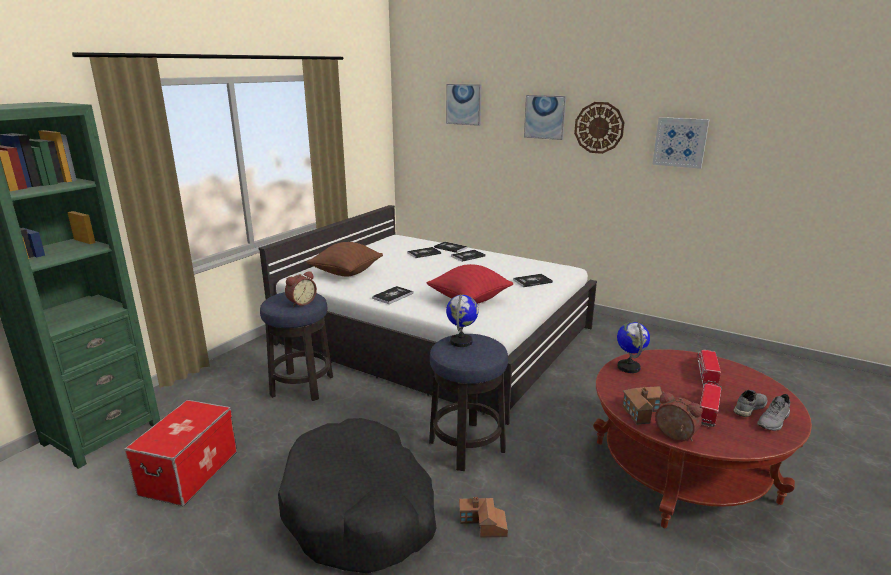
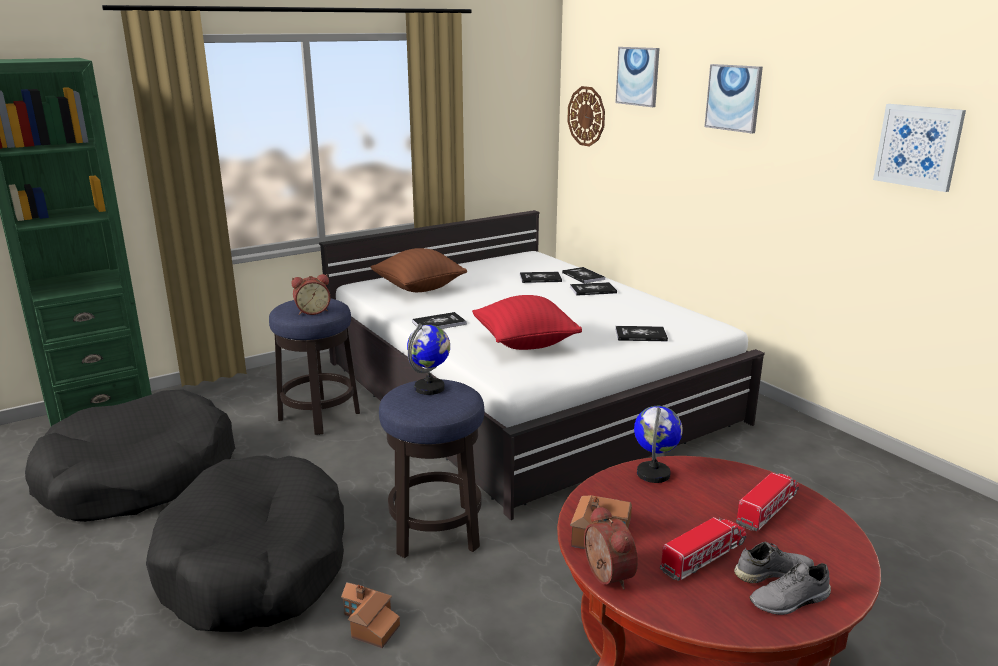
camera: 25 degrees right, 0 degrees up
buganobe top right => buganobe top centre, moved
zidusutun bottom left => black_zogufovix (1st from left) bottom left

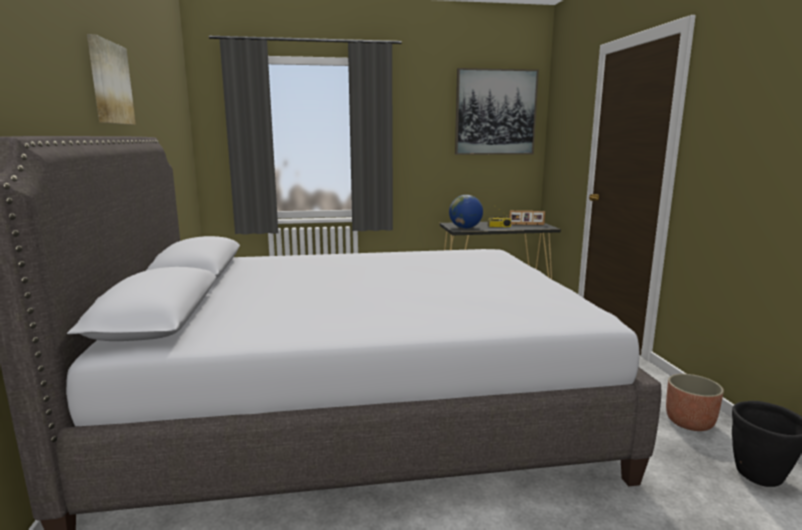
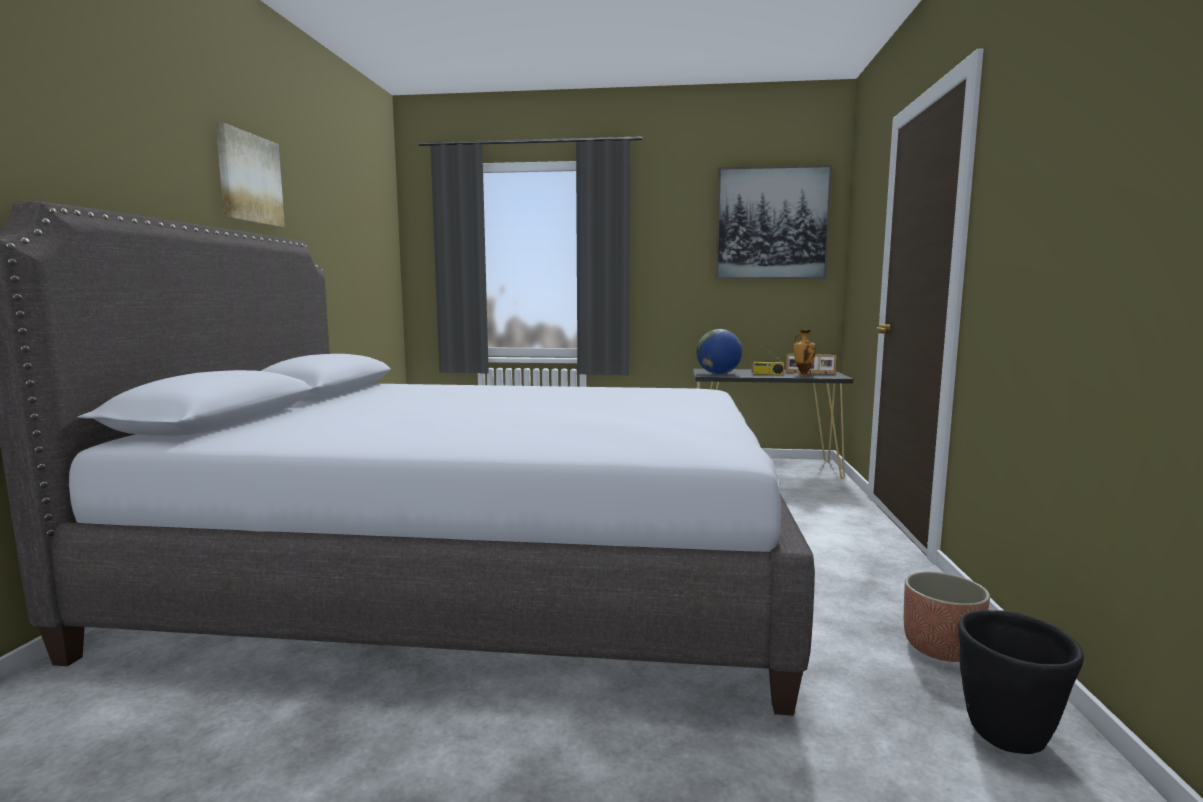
camera: 15 degrees right, 5 degrees down
nothing => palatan middle right

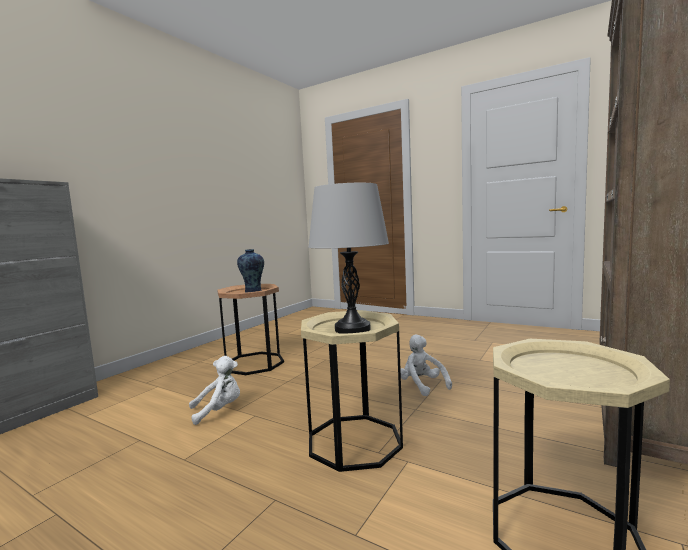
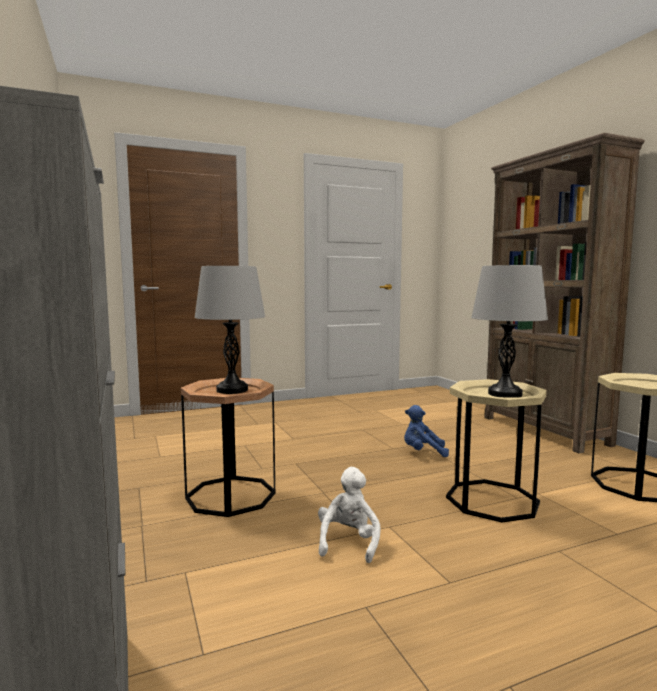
camera: 55 degrees left, 0 degrees up
palatan centre => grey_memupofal (1st from left) centre
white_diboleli (2nd from left) centre => blue_diboleli centre

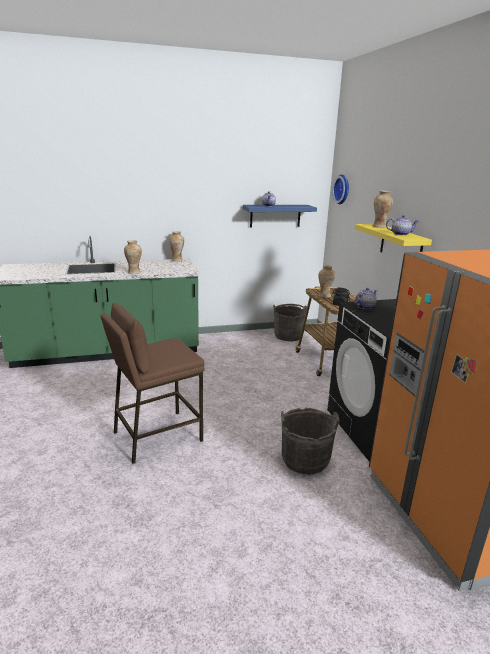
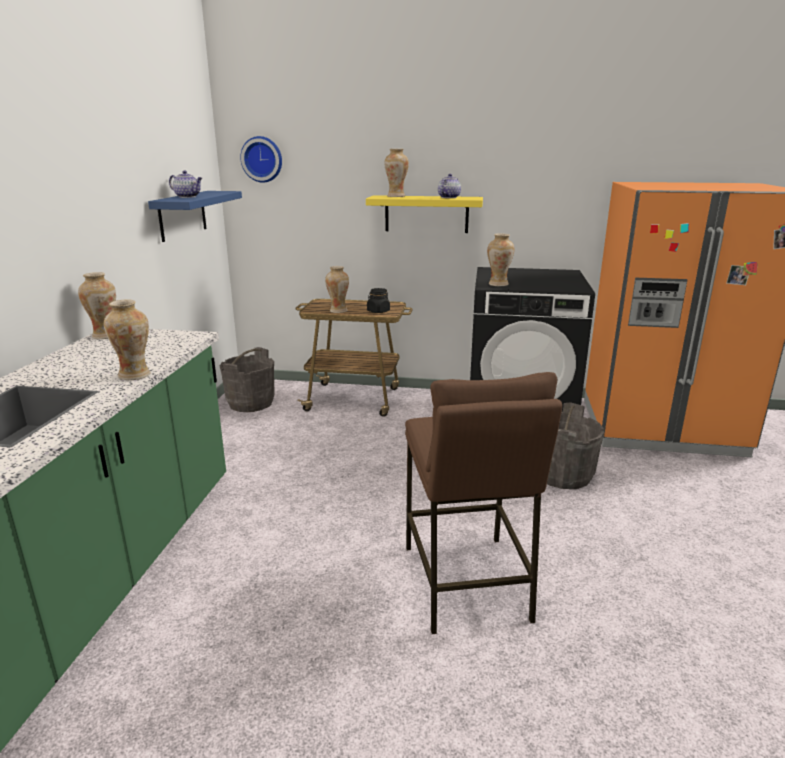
camera: 65 degrees left, 0 degrees up
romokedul (2nd from left) middle right => palatan (5th from left) centre

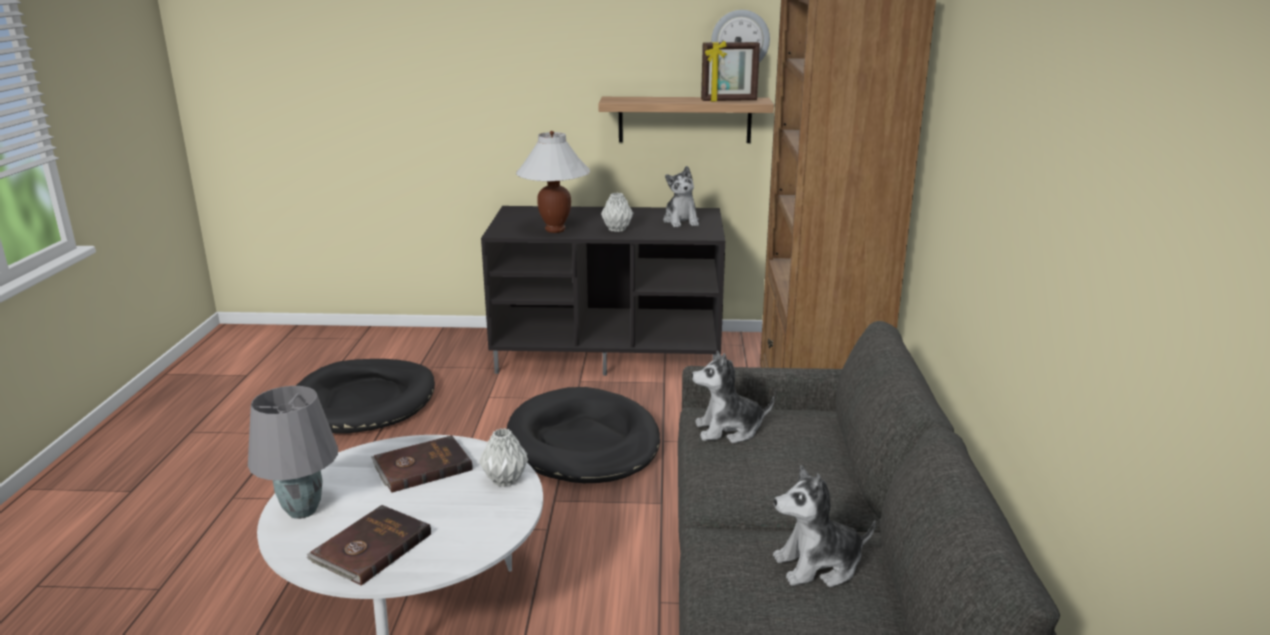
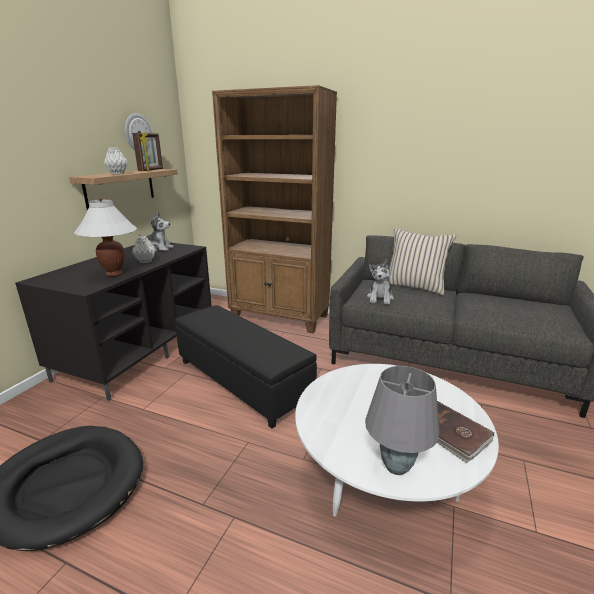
camera: 70 degrees left, 0 degrees up
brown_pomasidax (2nd from left) bottom left => nothing
diboleli (3rd from left) bottom centre => nothing
nothing => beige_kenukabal middle right
grey_palatan (1st from left) bottom centre => grey_palatan (1st from left) top left, moved
black_zogufovix (2nd from left) bottom centre => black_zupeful centre

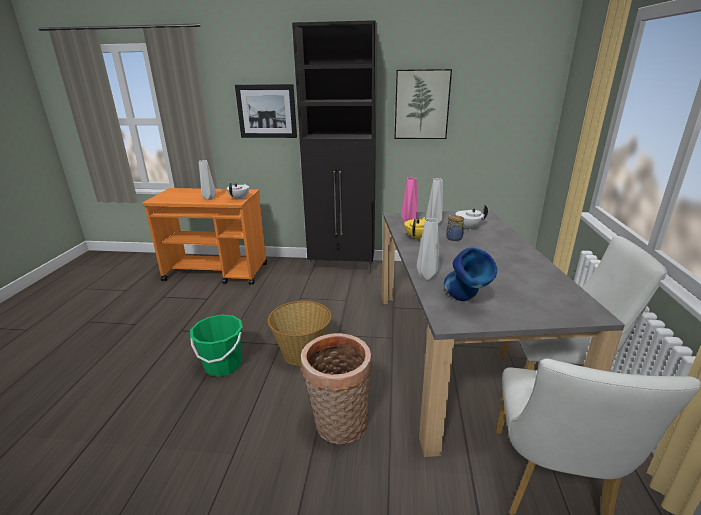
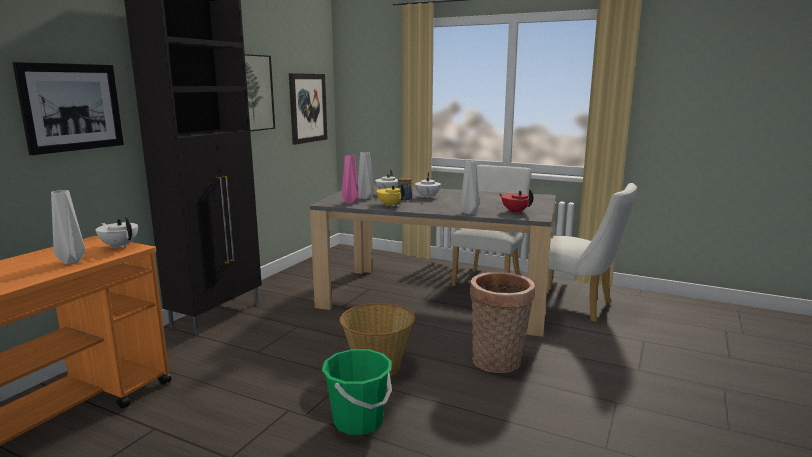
camera: 70 degrees left, 10 degrees down
nothing => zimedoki (3rd from left) top centre
nothing => white_romokedul (3rd from left) centre
blue_palatan middle right => red_romokedul centre

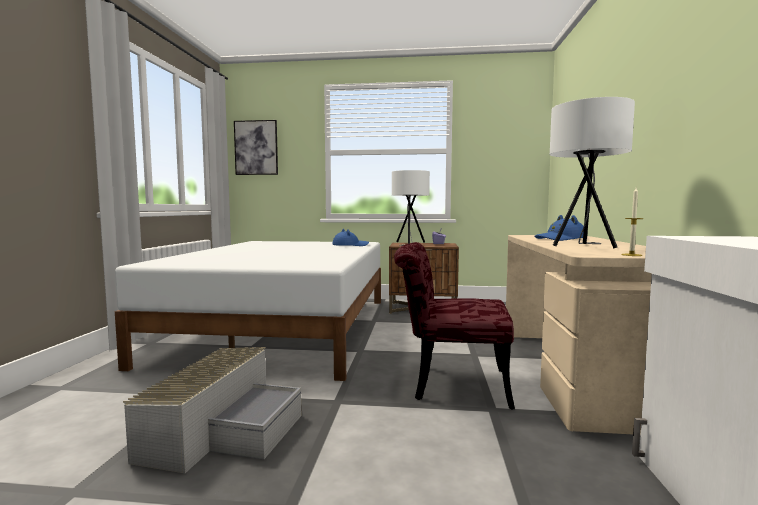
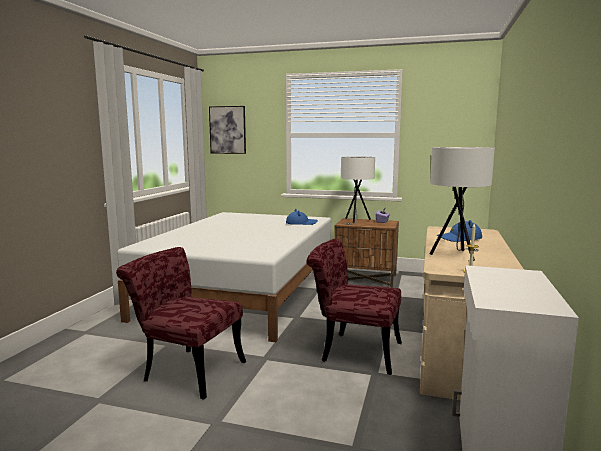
camera: 10 degrees right, 5 degrees up
grey_zidusutun bottom left => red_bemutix (1st from left) bottom left

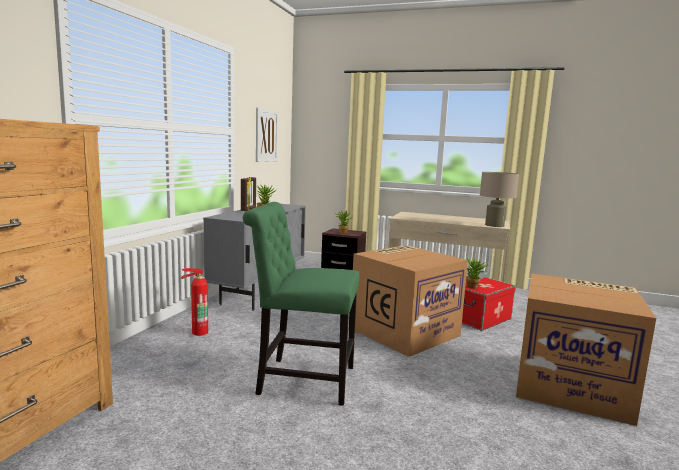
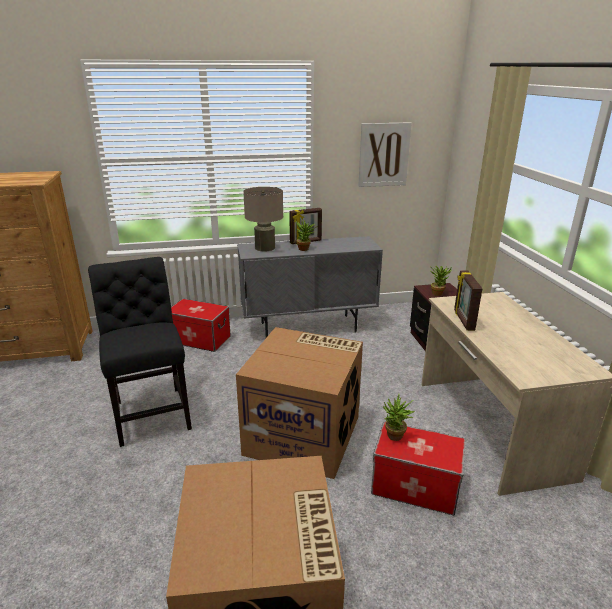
camera: 60 degrees right, 15 degrees up
nothing => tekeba (2nd from left) middle right
beige_memupofal middle right => beige_memupofal centre, moved
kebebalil middle left => zidusutun (1st from left) middle left
green_bemutix centre => black_bemutix middle left

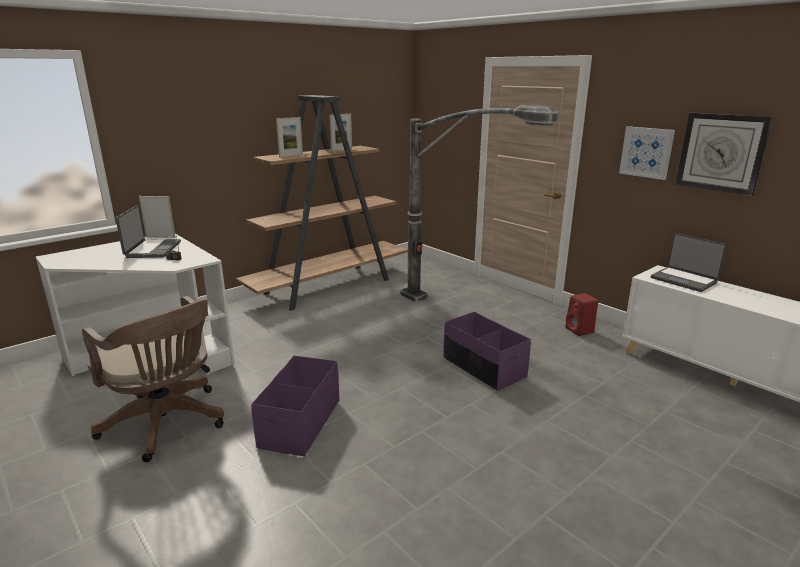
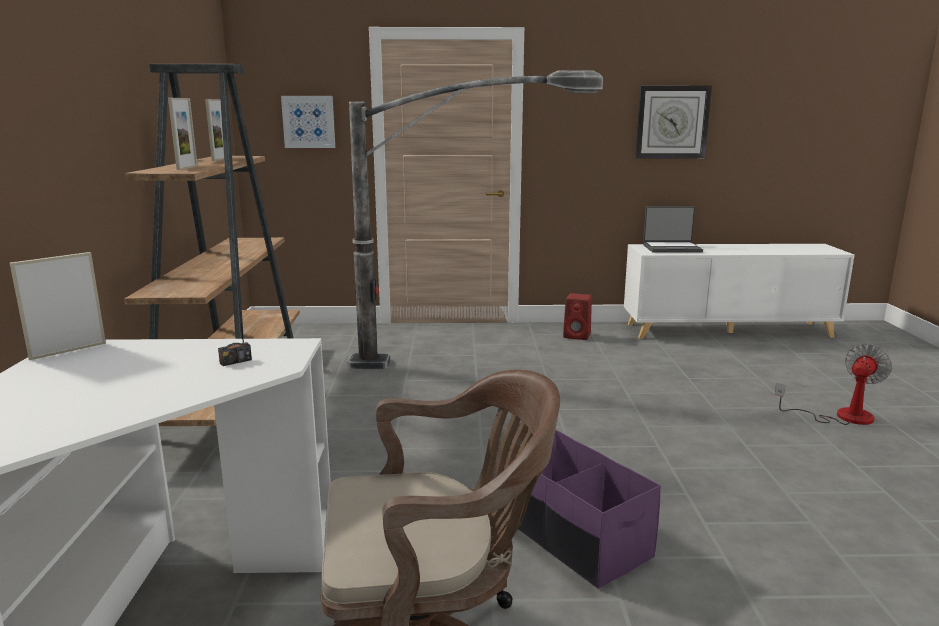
camera: 50 degrees left, 5 degrees down
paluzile (1st from left) middle left => nothing
purple_zidusutun (2nd from left) centre => nothing
nothing => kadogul middle right
zimedoki top right => zimedoki top left, moved

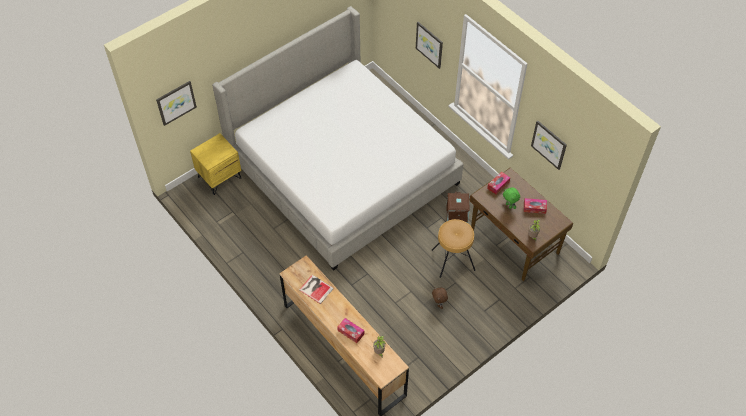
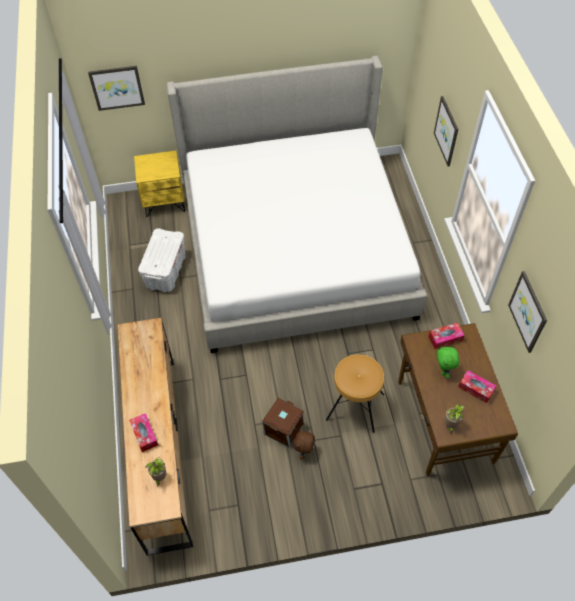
camera: 30 degrees right, 0 degrees up
pomasidax bottom centre => nothing
nothing => white_zidusutun middle left
brown_zidusutun centre => brown_zidusutun bottom centre, moved

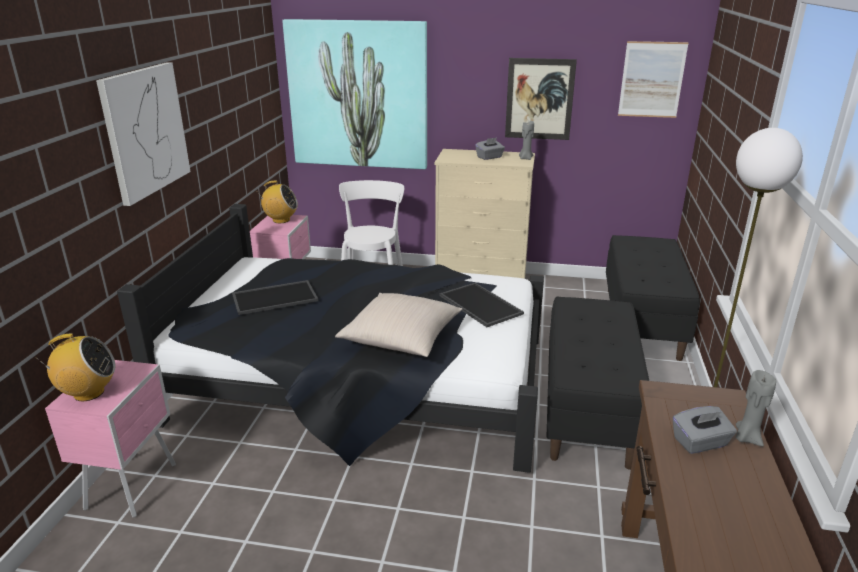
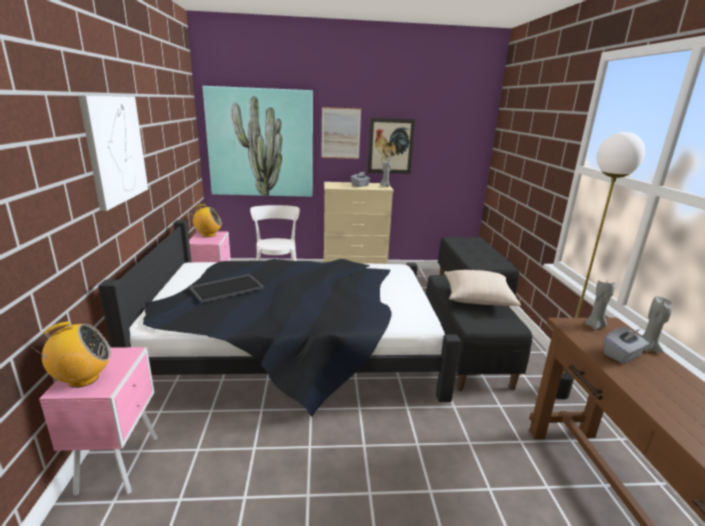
camera: 15 degrees left, 5 degrees down
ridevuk (2nd from left) centre => nothing
nothing => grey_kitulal (2nd from left) middle right
beige_kenukabal centre => beige_kenukabal middle right, moved
zimedoki (4th from left in the first image) top right => zimedoki (3rd from left) top centre, moved

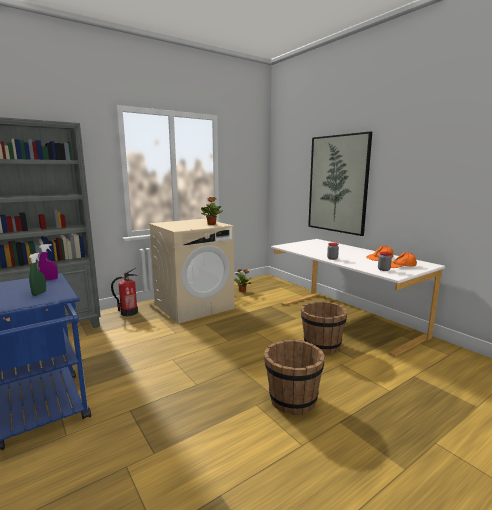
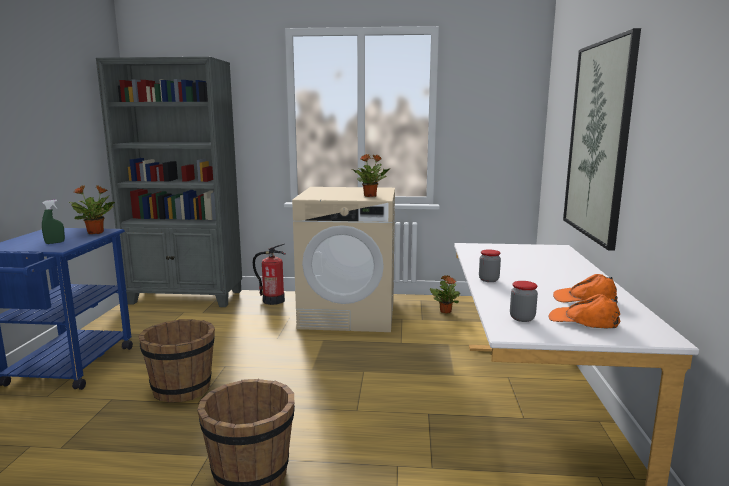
camera: 40 degrees right, 0 degrees up
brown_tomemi (2nd from left in the first image) centre => brown_tomemi (1st from left) bottom left, moved
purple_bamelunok middle left => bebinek (1st from left) middle left

